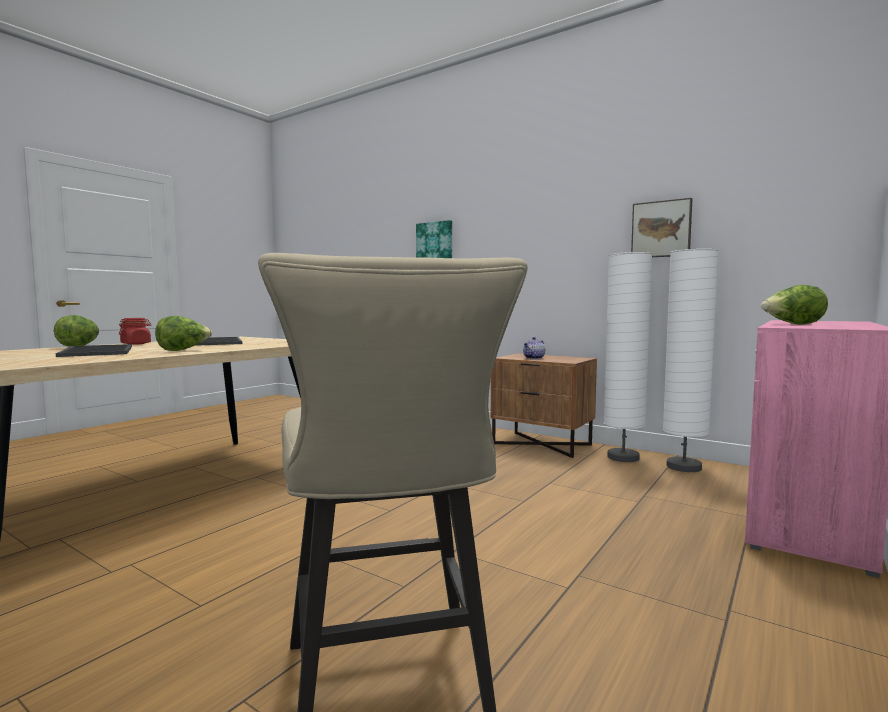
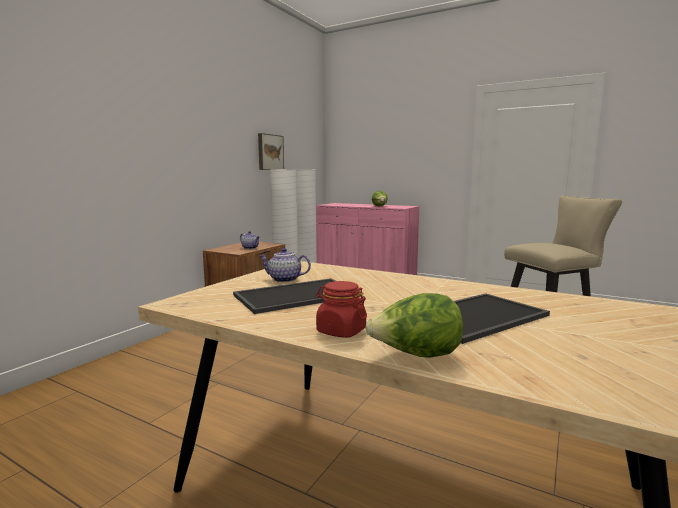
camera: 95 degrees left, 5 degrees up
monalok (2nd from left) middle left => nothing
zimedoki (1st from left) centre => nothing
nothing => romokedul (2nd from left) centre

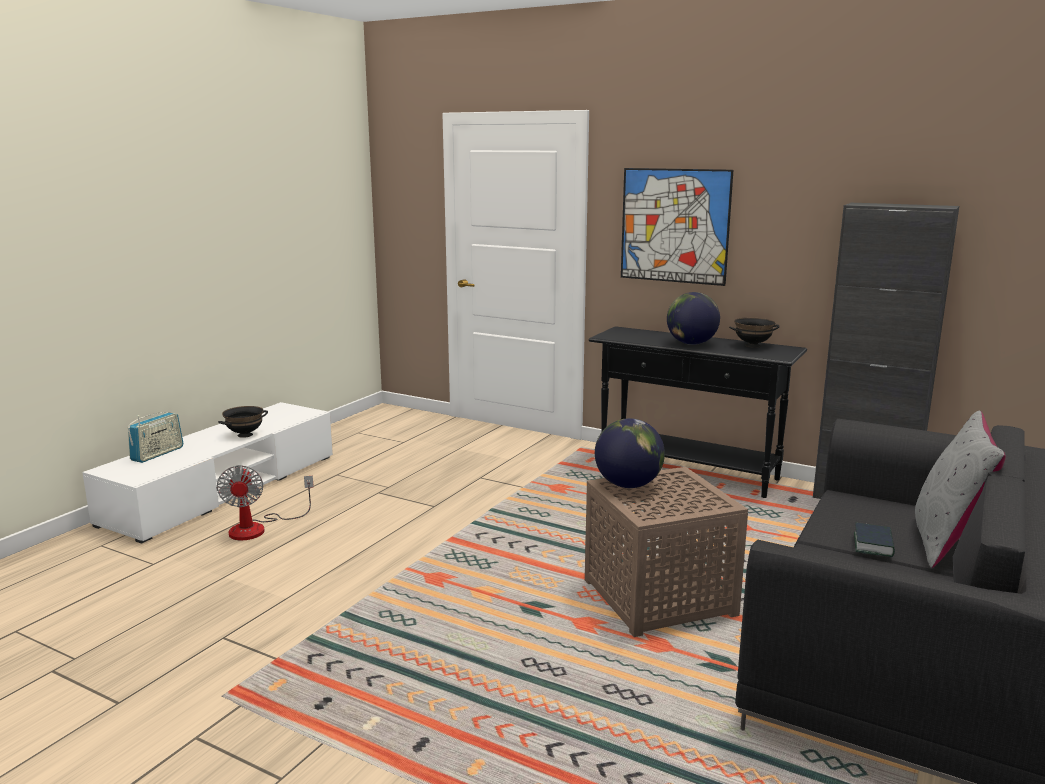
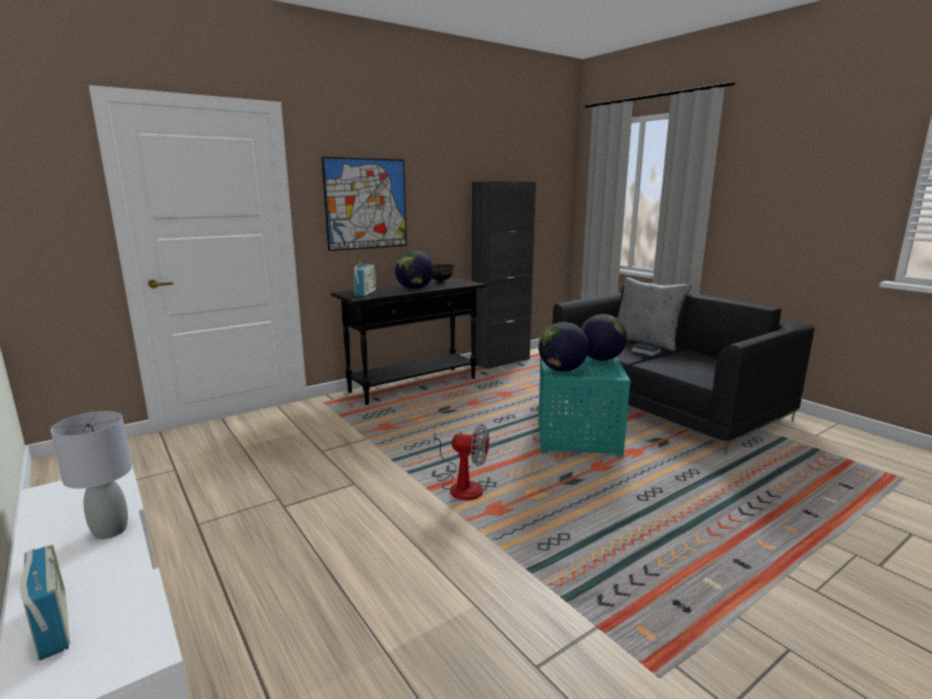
camera: 65 degrees left, 0 degrees up
nothing => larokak (2nd from left) centre
nothing => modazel (3rd from left) centre
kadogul middle left => kadogul centre, moved
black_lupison (1st from left) middle left => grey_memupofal bottom left
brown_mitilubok bottom centre => turquoise_mitilubok centre

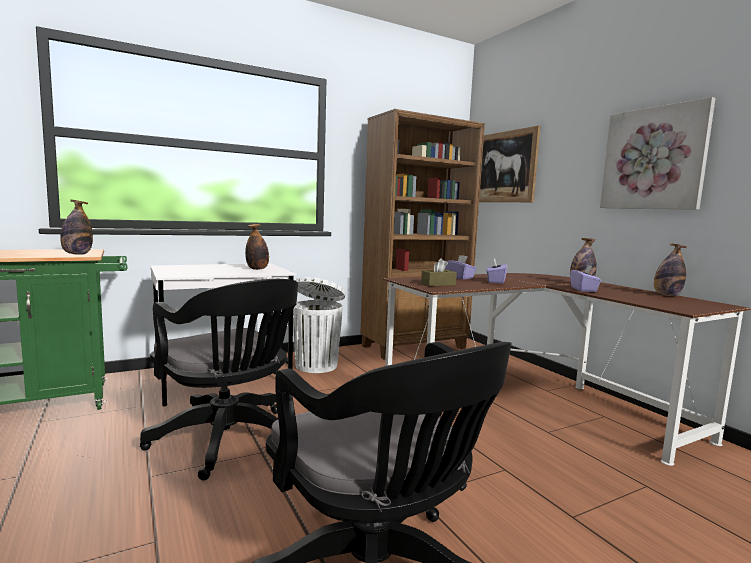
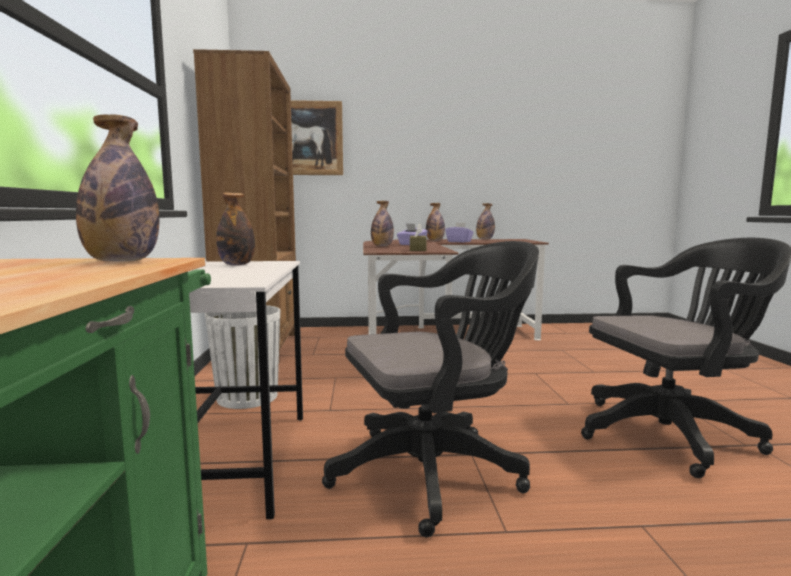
camera: 65 degrees left, 0 degrees up
zimedoki (2nd from left) top right => nothing
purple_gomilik (1st from left) centre => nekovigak (3rd from left) centre

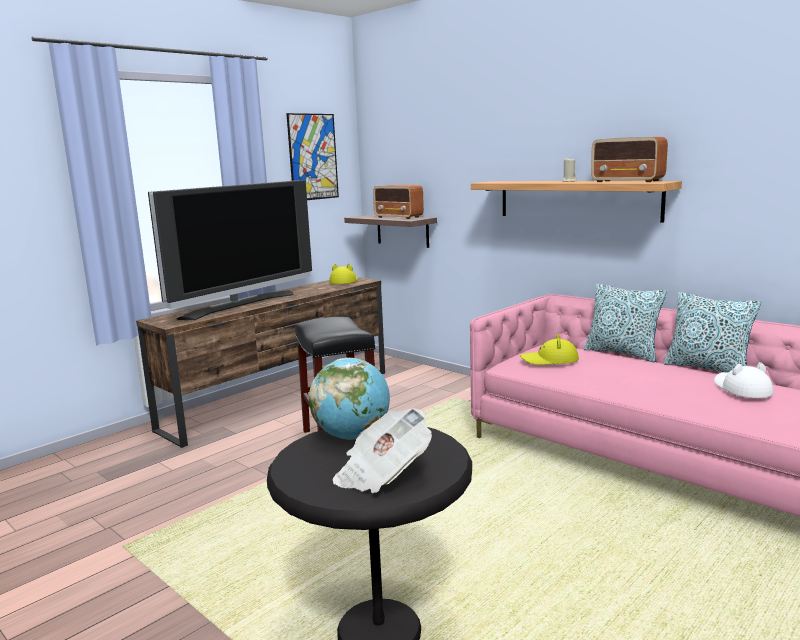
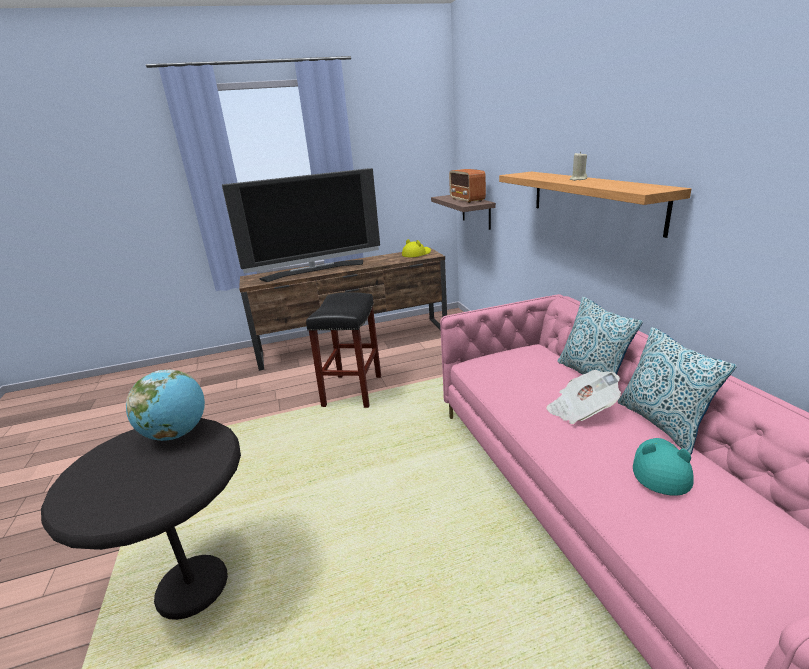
camera: 30 degrees right, 10 degrees up
zimedoki top centre => nothing
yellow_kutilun (2nd from left) middle right => nothing
larokak (2nd from left) top right => nothing
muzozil bottom centre => muzozil middle right, moved
white_kutilun middle right => turquoise_kutilun bottom right

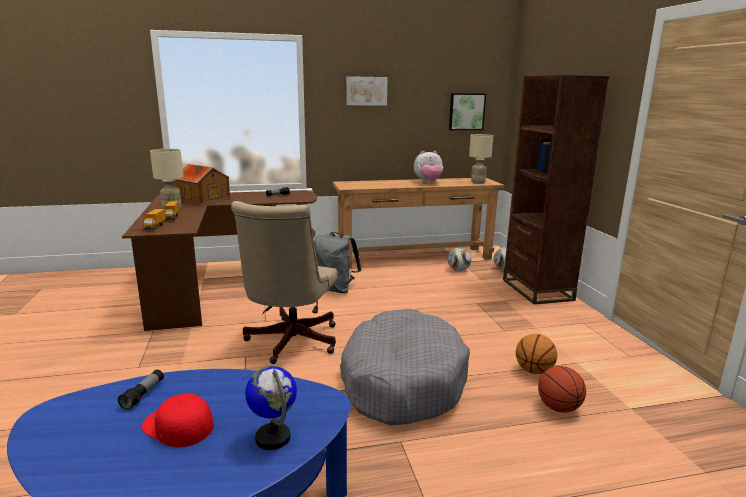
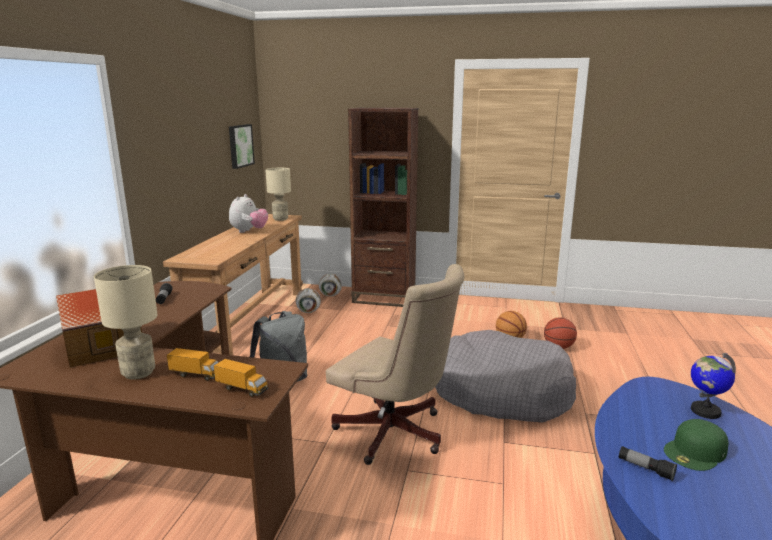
camera: 65 degrees left, 0 degrees up
zimedoki (1st from left) top centre => nothing
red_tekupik bottom left => green_tekupik bottom right

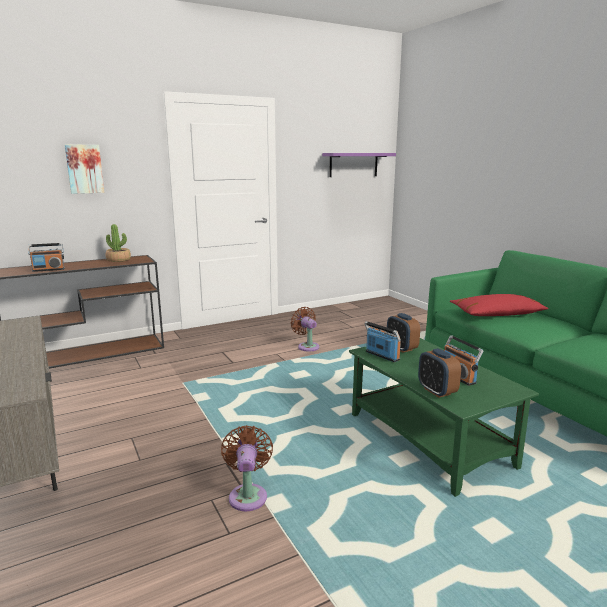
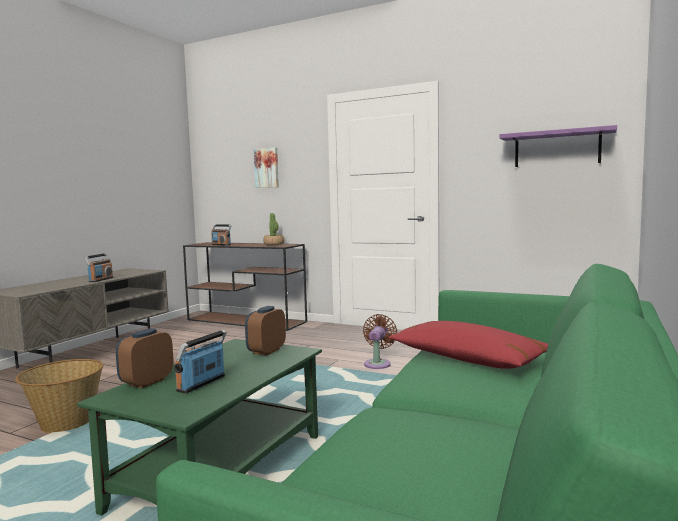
camera: 55 degrees right, 10 degrees down
larokak (2nd from left in the first image) centre => larokak (1st from left) middle left, moved
brown_kadogul (1st from left) bottom centre => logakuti bottom left

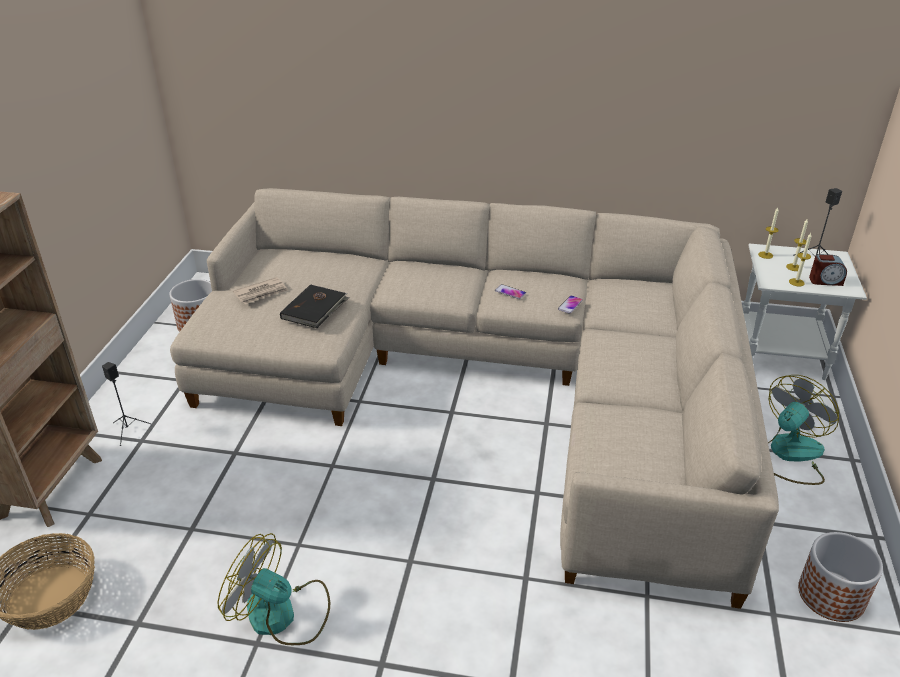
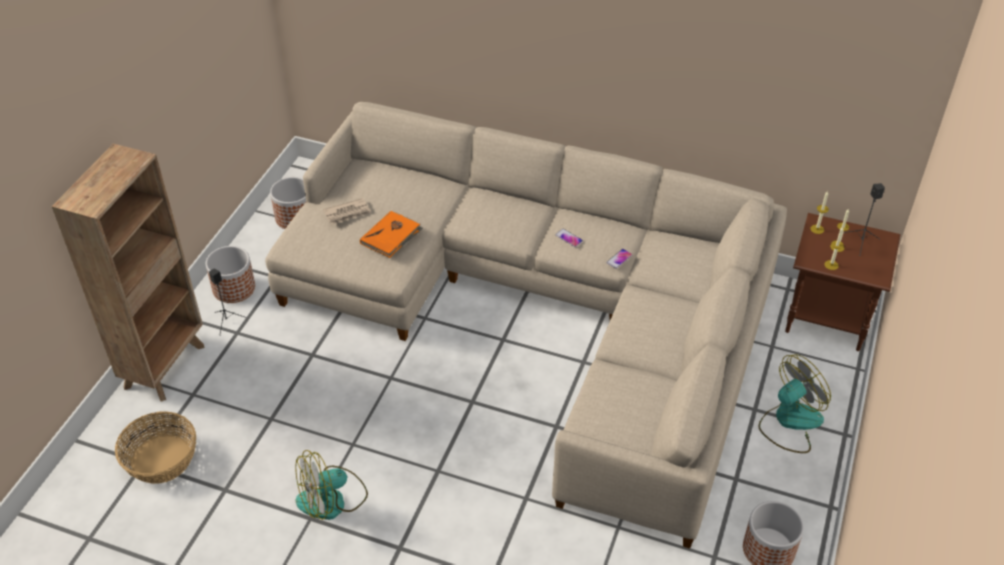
camera: 10 degrees right, 10 degrees up
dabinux middle right => nothing
nothing => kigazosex (1st from left) middle left
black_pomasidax centre => orange_pomasidax centre
white_mitilubok middle right => brown_mitilubok middle right
kadogul (1st from left) bottom left, 60 degrees counterclockwise

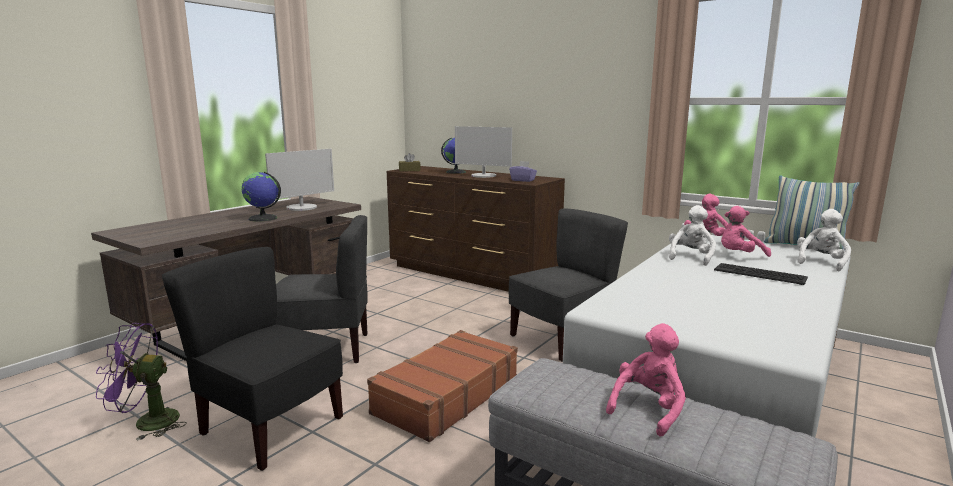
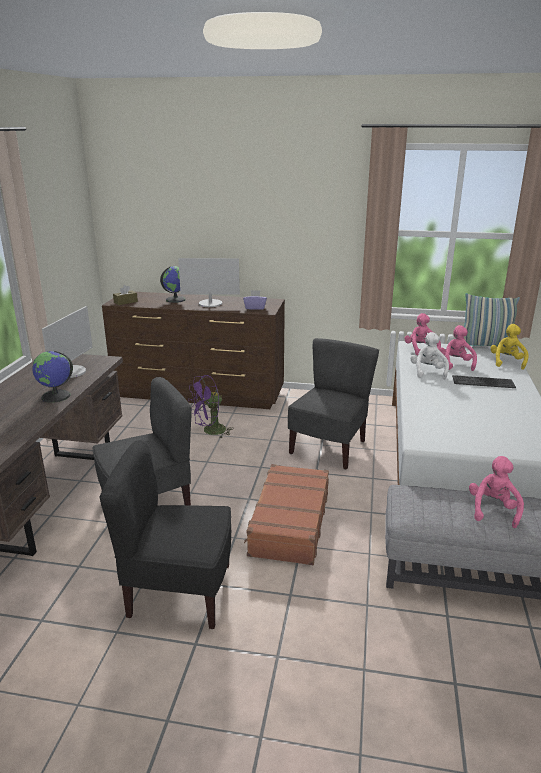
camera: 25 degrees left, 10 degrees up
purple_kadogul bottom left => purple_kadogul centre, moved
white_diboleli (2nd from left) middle right => yellow_diboleli middle right
pink_diboleli (3rd from left in the first image) middle right => pink_diboleli (2nd from left) middle right, 135 degrees clockwise

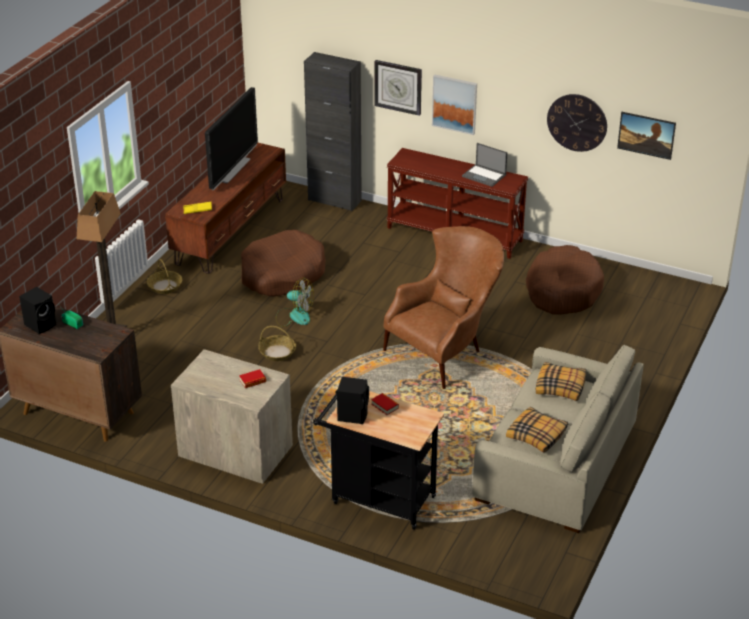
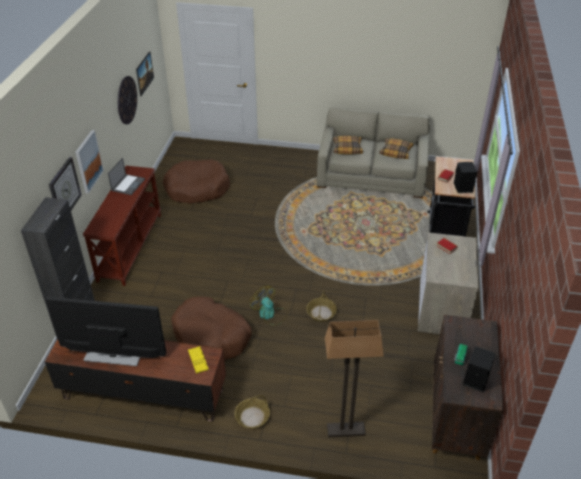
camera: 105 degrees left, 5 degrees up
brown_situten centre => nothing
kadogul centre, 45 degrees counterclockwise

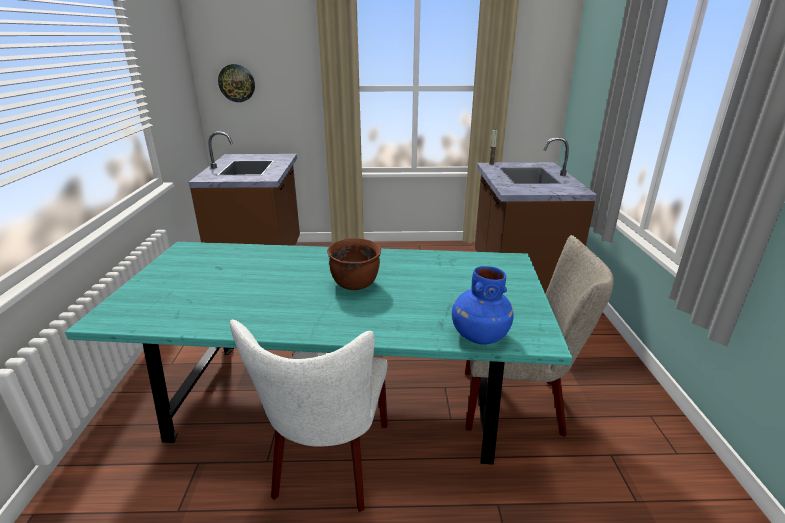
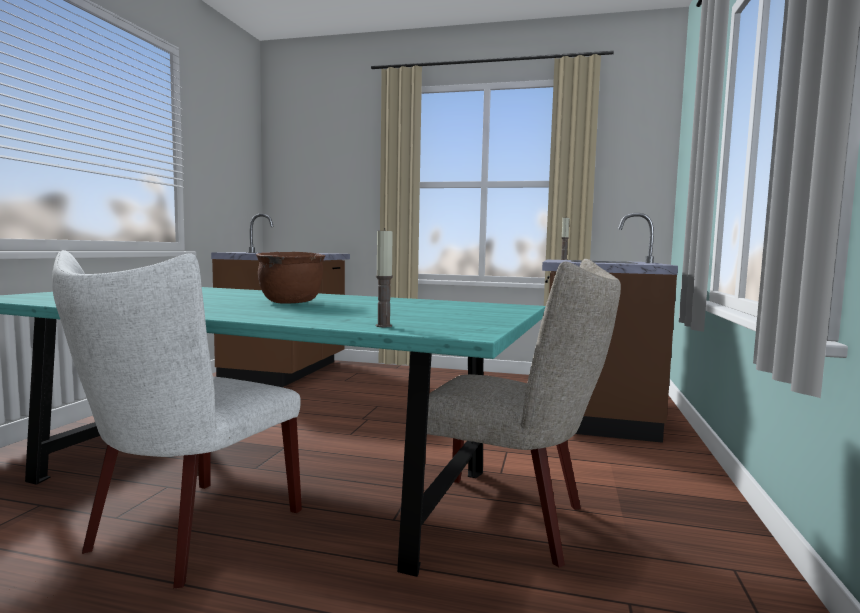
camera: 15 degrees right, 20 degrees down
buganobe top left => nothing
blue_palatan centre => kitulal (1st from left) centre

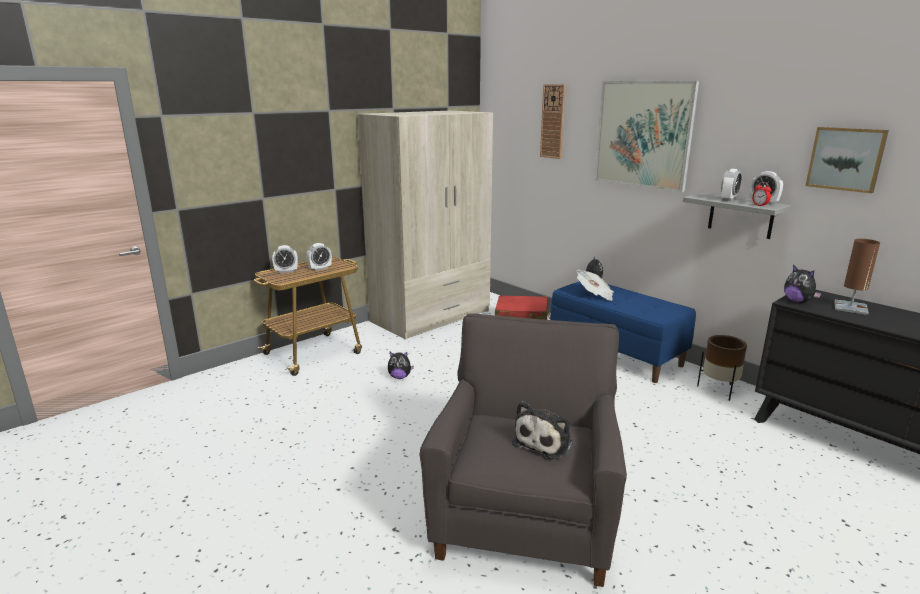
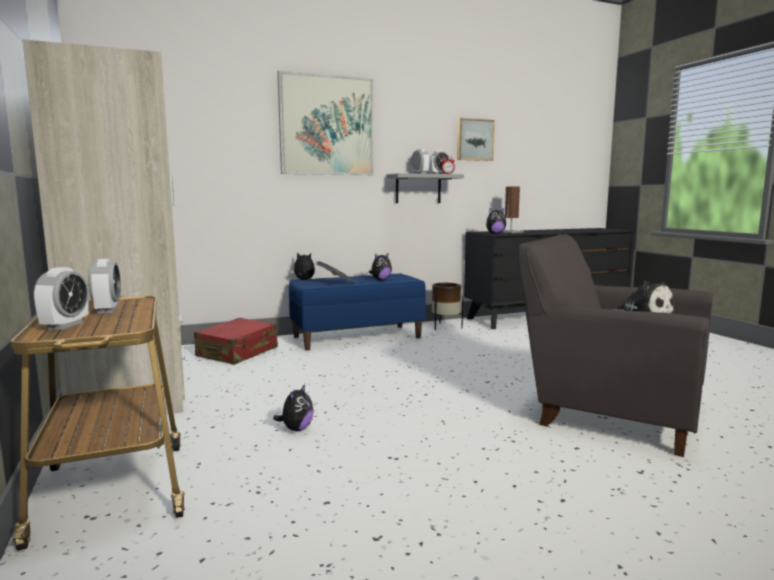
camera: 70 degrees left, 10 degrees down
buganobe top centre => nothing
nothing => diboleli (3rd from left) centre

